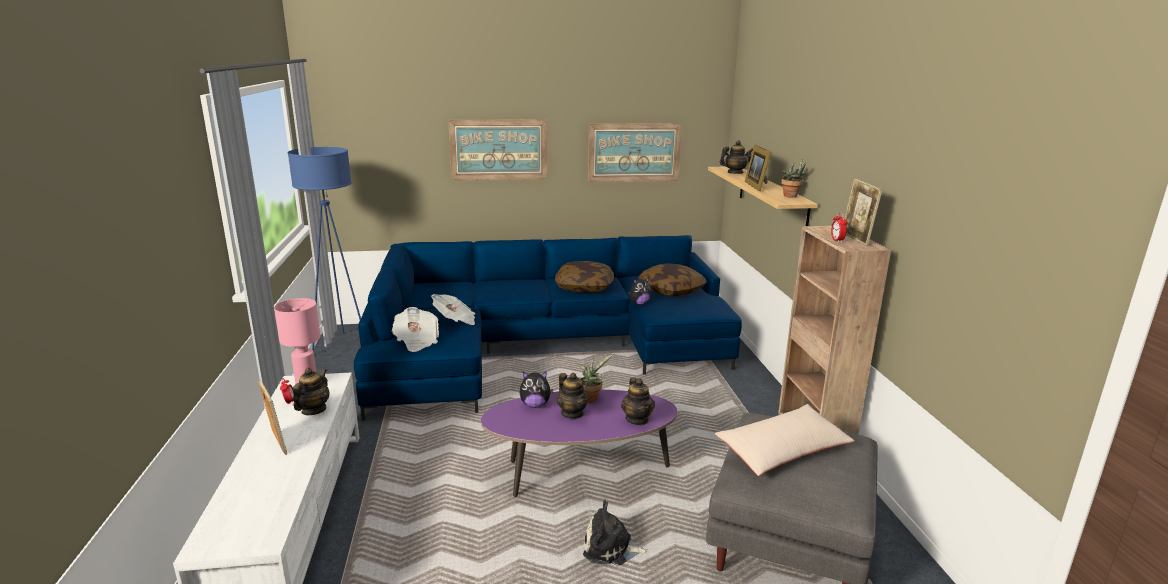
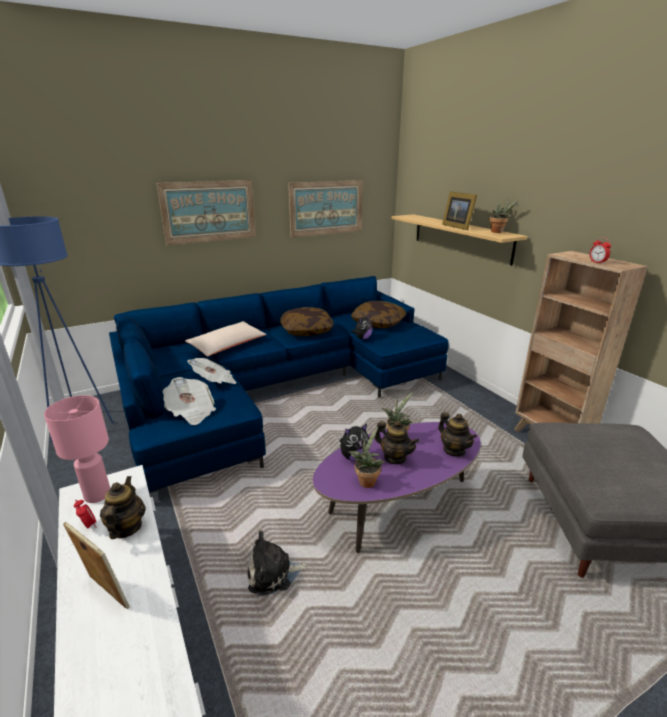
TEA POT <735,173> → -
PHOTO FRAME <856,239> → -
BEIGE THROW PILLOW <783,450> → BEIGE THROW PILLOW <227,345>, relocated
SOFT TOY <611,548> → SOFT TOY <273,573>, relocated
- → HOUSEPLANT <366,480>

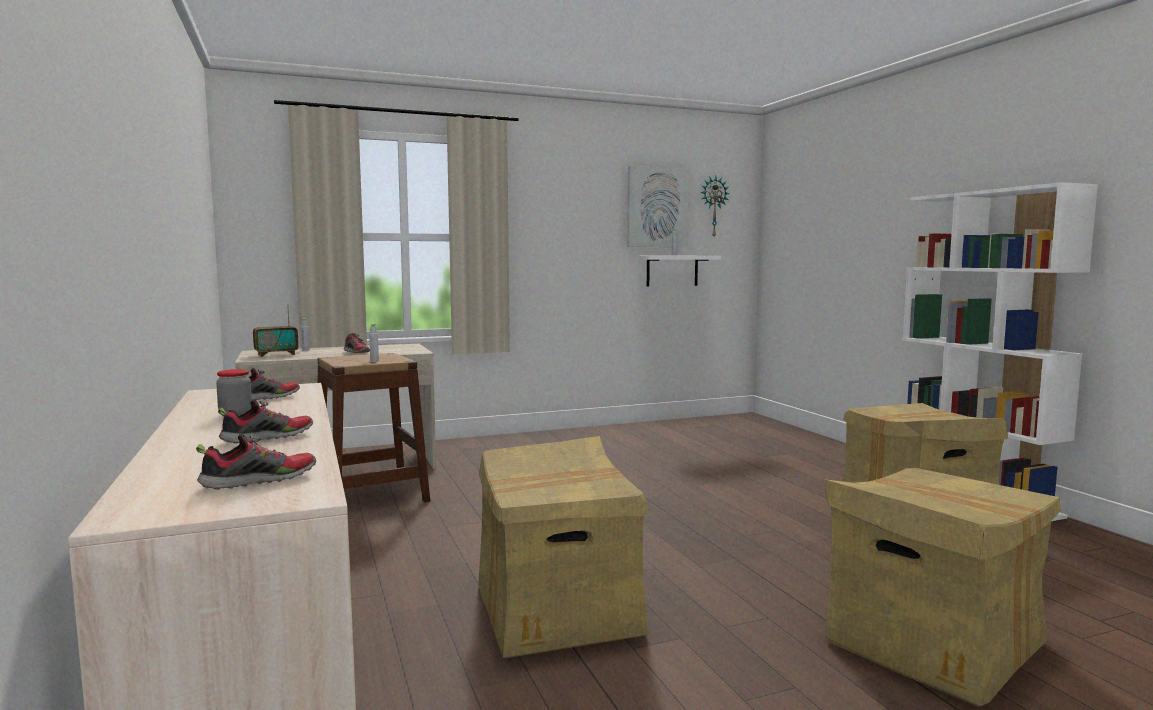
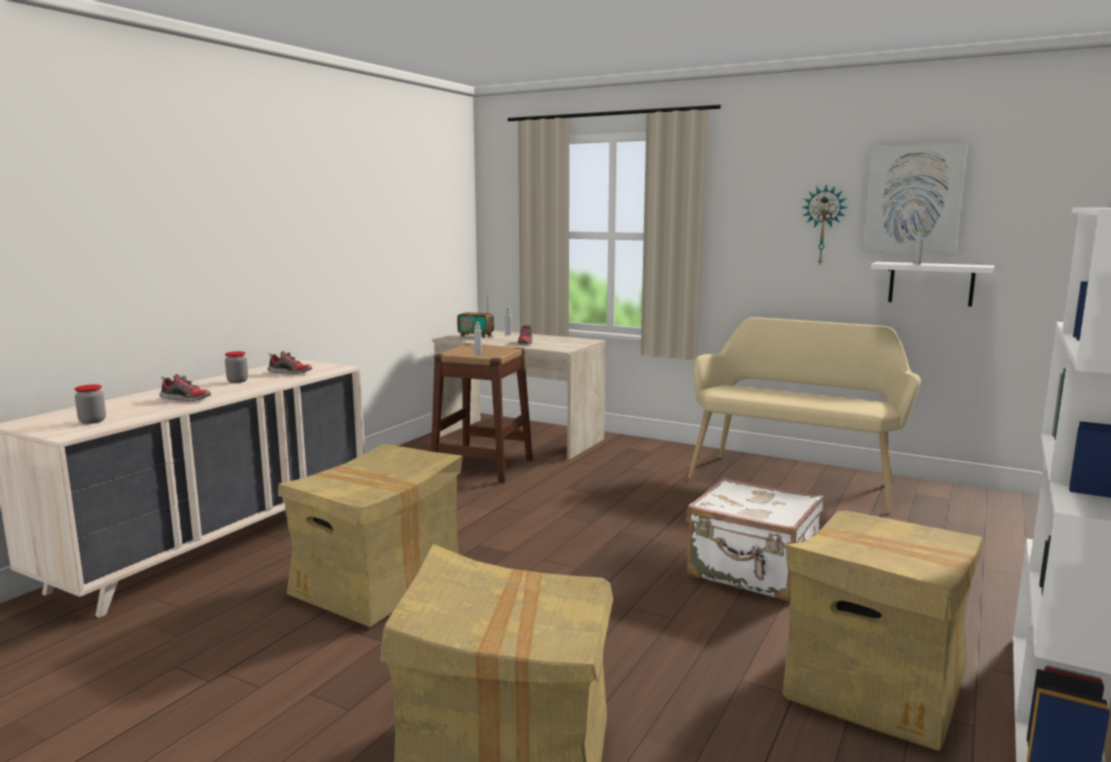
HANGING CLOCK <713,207> → HANGING CLOCK <823,225>, relocated
ITEM OF FOOTWEAR <259,481> → PRESERVE JAR <92,421>
- → BEIGE LONG SEAT <795,479>
- → WHITE-COLOURED TRAVEL CASE <752,573>

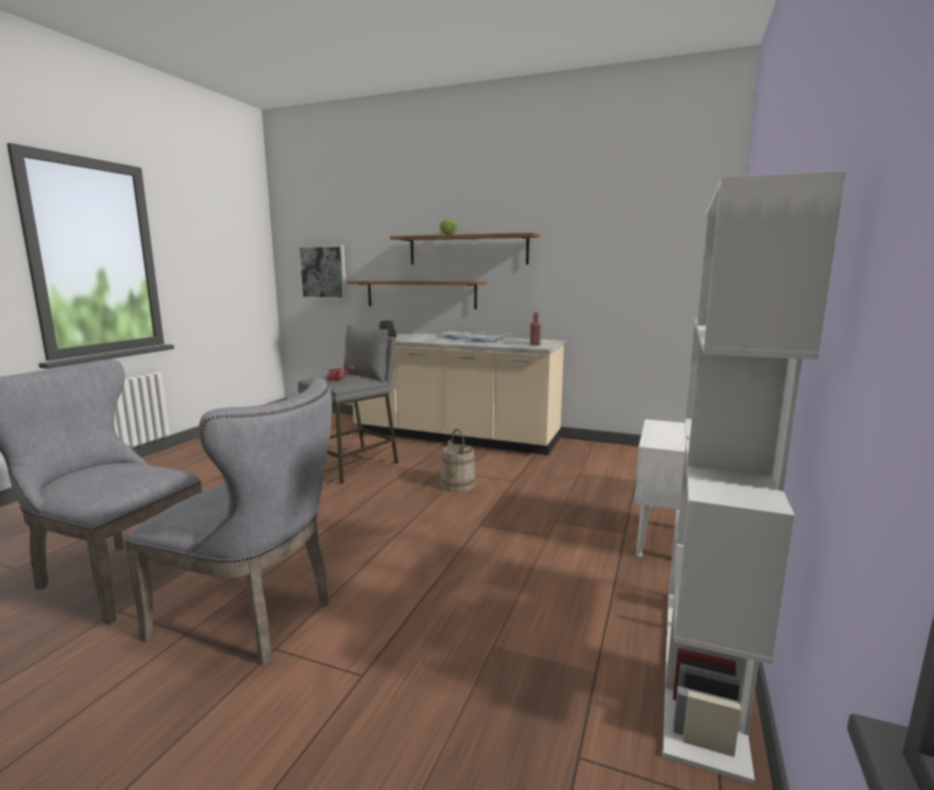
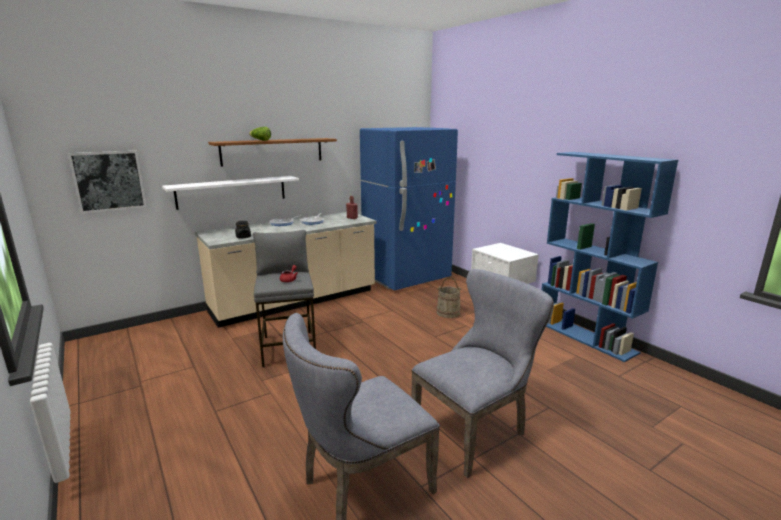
WHITE-COLOURED BOOKCASE <703,670> → BLUE-COLOURED BOOKCASE <586,337>
BROWN SHELF <420,294> → WHITE-COLOURED SHELF <232,192>
BEIGE PAIL <458,484> → BEIGE PAIL <448,312>, relocated
- → BLUE-COLOURED KITCHEN FRIDGE <406,278>

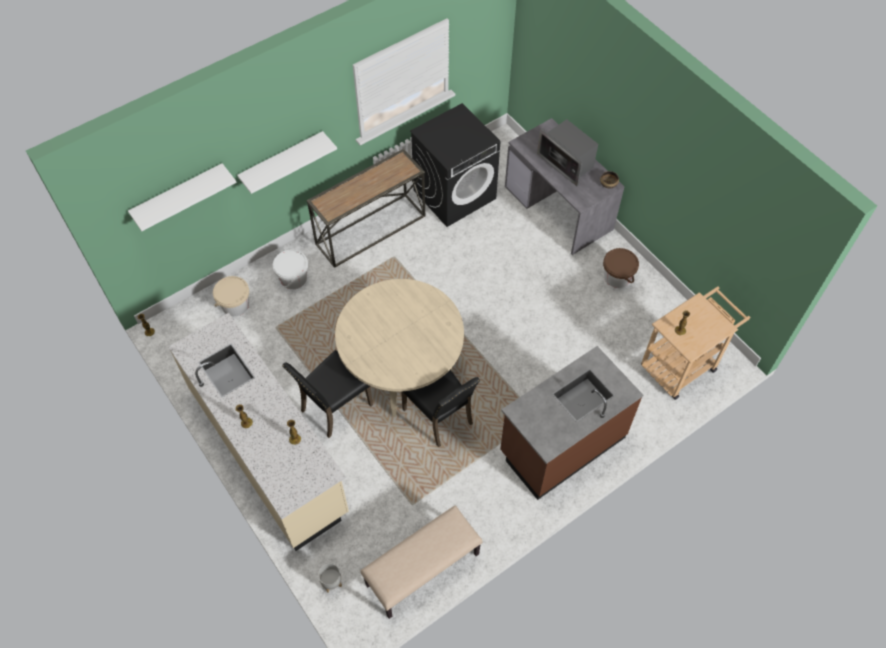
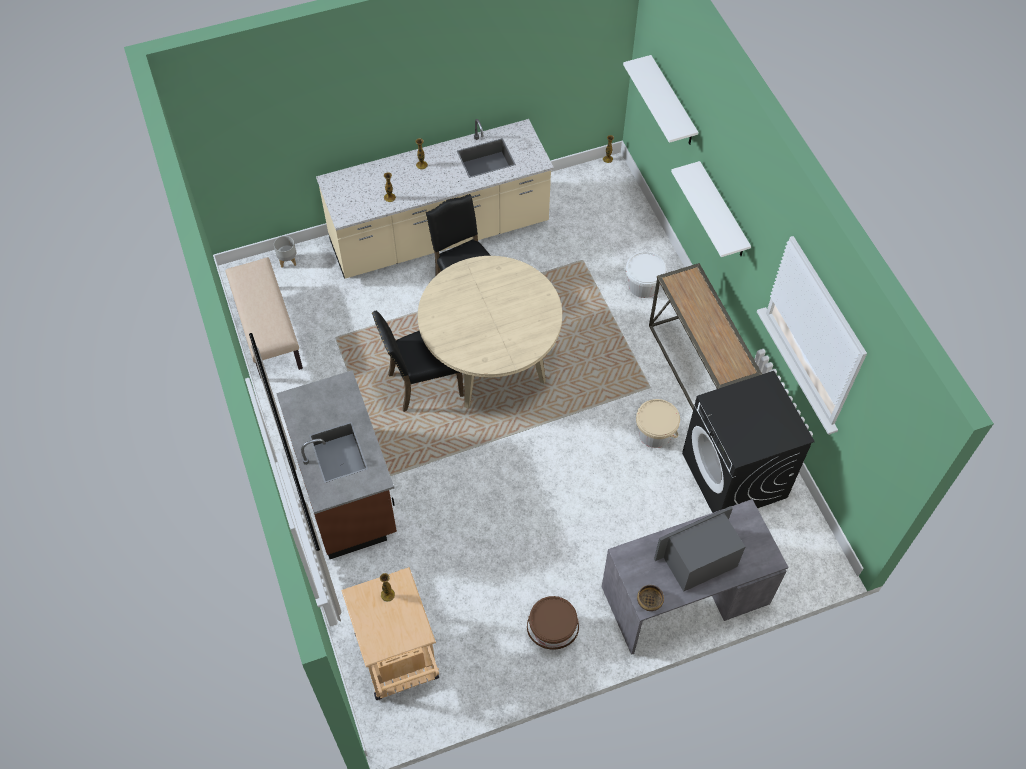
BEIGE PAIL <235,305> → BEIGE PAIL <655,433>, relocated

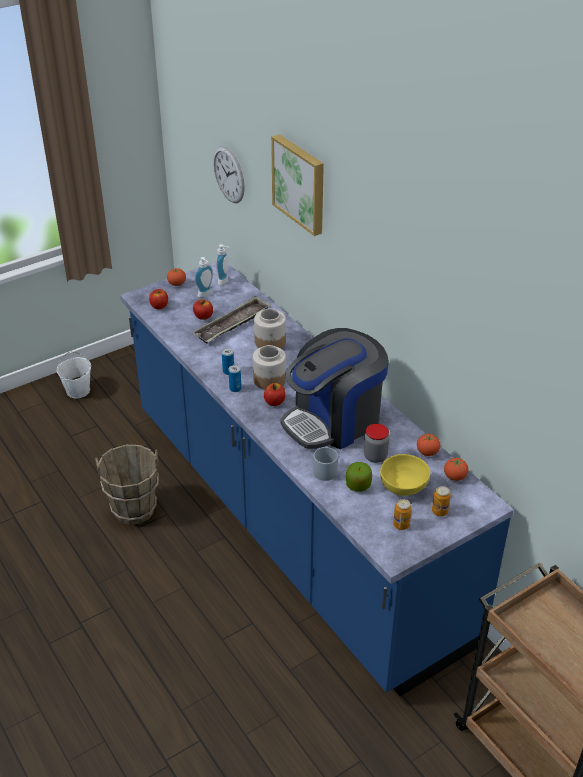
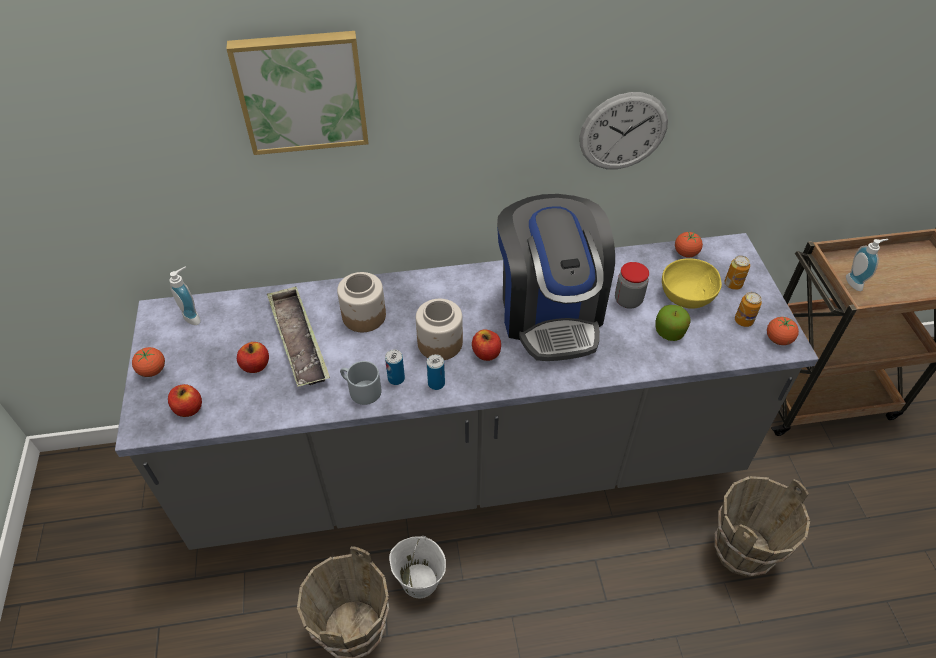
HANGING CLOCK <229,174> → HANGING CLOCK <623,132>, relocated
LIQUID SOAP BOTTLE <206,294> → LIQUID SOAP BOTTLE <856,282>, relocated
BLUE-COLOURED KITCHEN COUNTER <291,521> → GREY KITCHEN COUNTER <468,463>
WHITE-COLOURED PAIL <78,390> → WHITE-COLOURED PAIL <419,580>, relocated
WHOLE TOMATO <427,452> → WHOLE TOMATO <778,339>, relocated
GREY MUG <324,469> → GREY MUG <360,390>, relocated
- → BROWN PAIL <741,550>

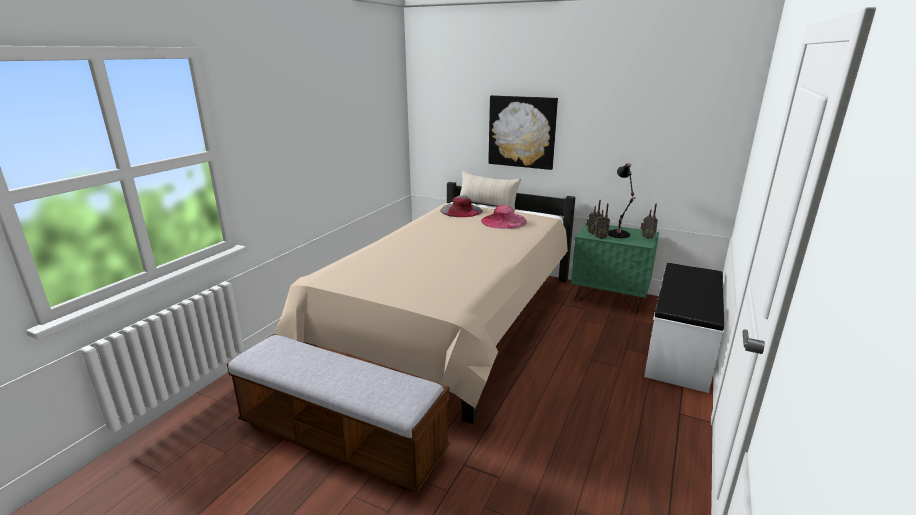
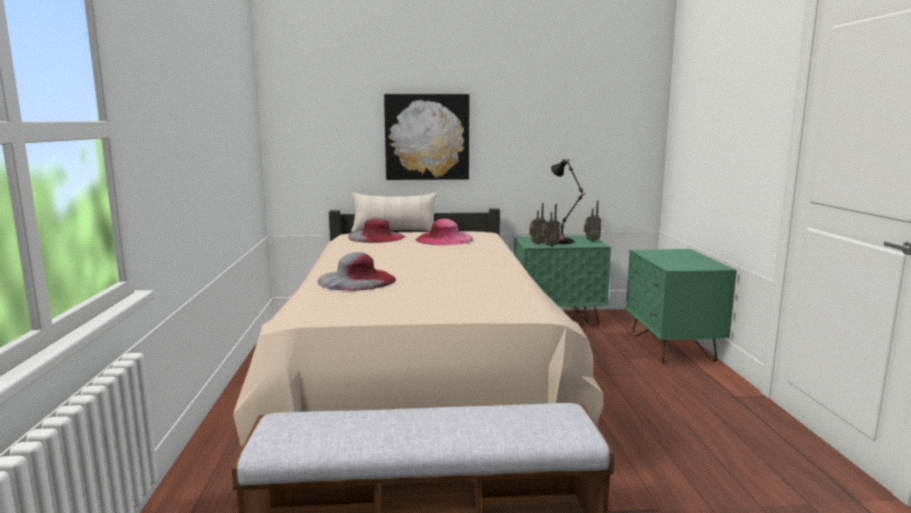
WHITE-COLOURED LONG SEAT <681,351> → GREEN BEDSIDE TABLE <672,348>
- → GREY CLOTHING HAT <356,280>

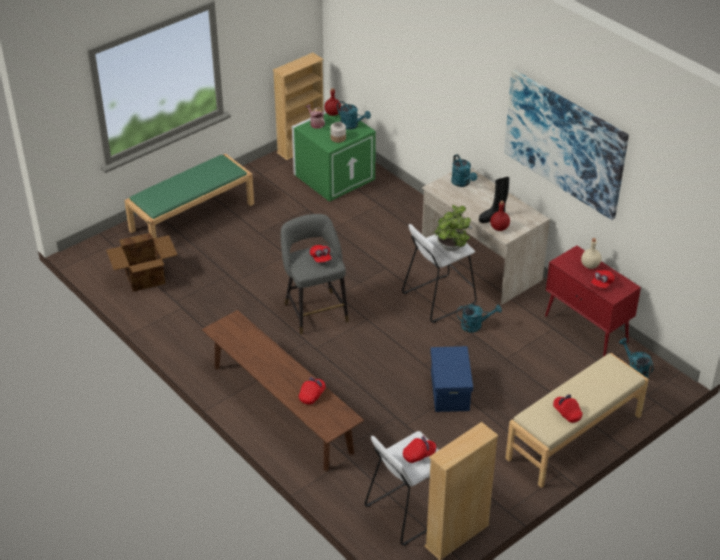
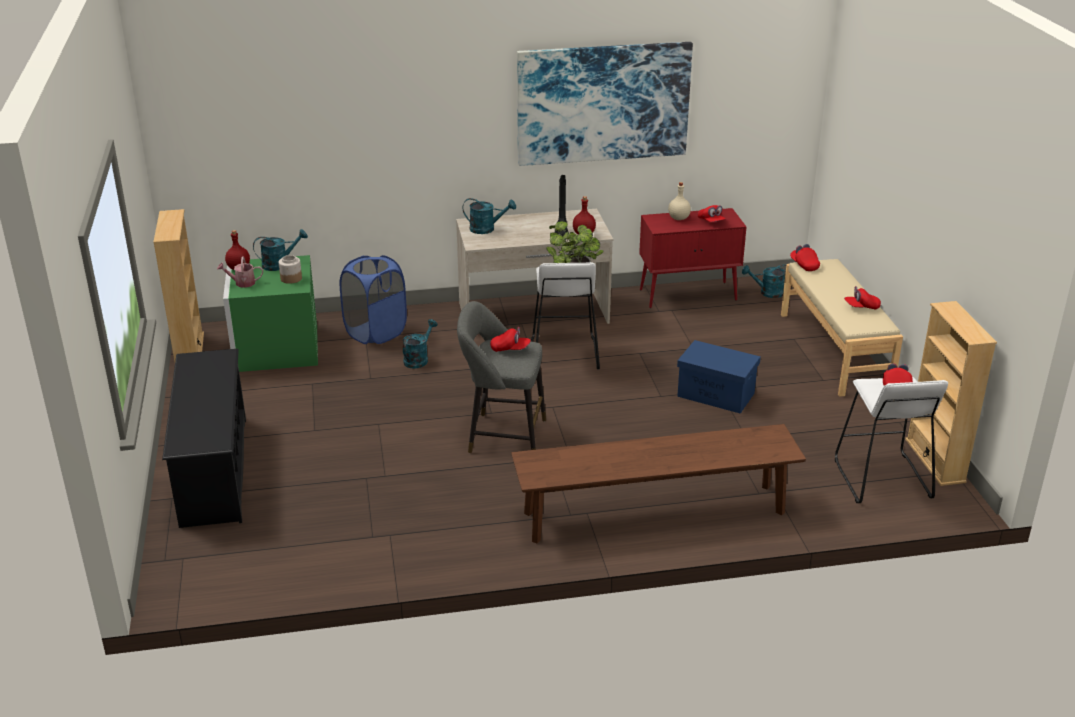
GREEN LONG SEAT <192,216> → BLACK-COLOURED SHOE STAND <214,470>
CARDBOARD BOX <145,277> → -
TURQUOISE-COLOURED WATERING POT <475,325> → TURQUOISE-COLOURED WATERING POT <418,359>, relocated
REDDISH PEAKED CAP <312,395> → REDDISH PEAKED CAP <804,265>, relocated
- → BLUE-COLOURED LAUNDRY BASKET <376,332>

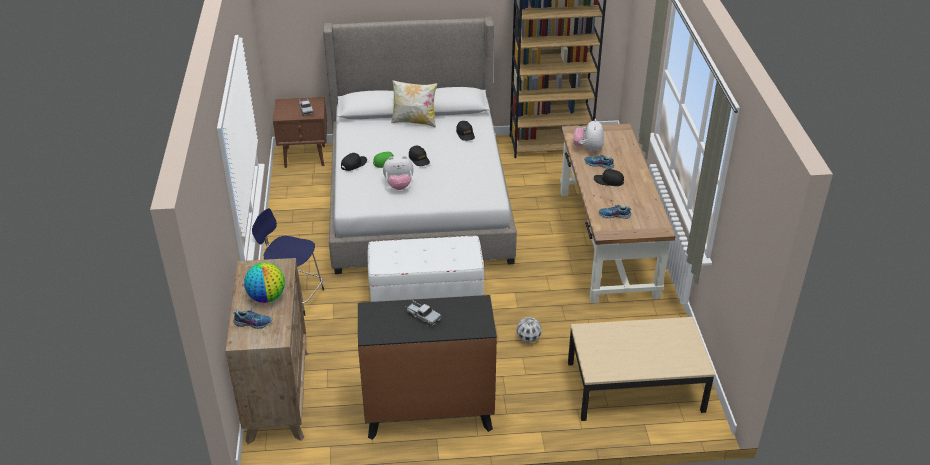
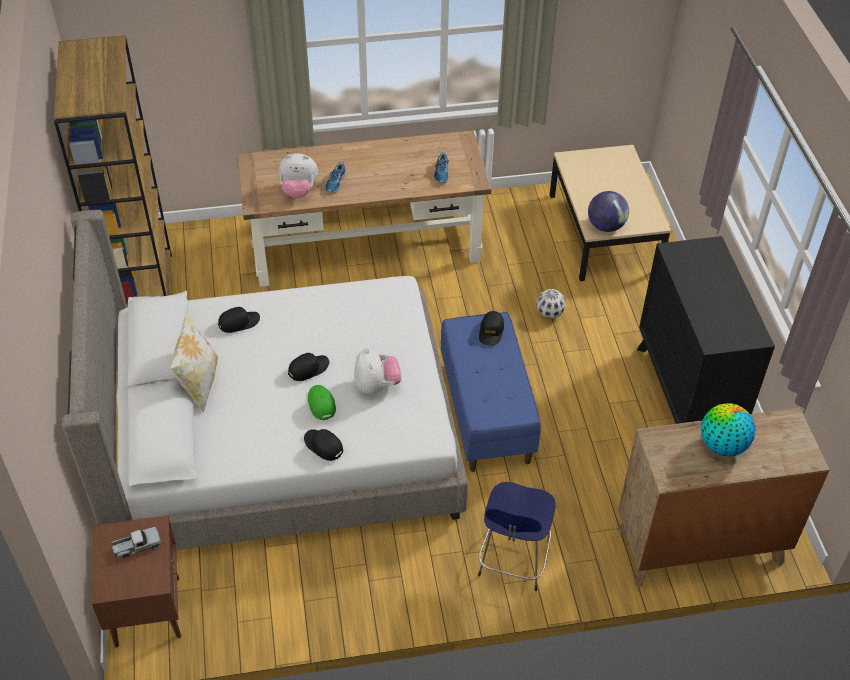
BLACK-COLOURED PEAKED CAP <608,181> → BLACK-COLOURED PEAKED CAP <491,331>, relocated
WHITE-COLOURED LONG SEAT <426,294> → BLUE-COLOURED LONG SEAT <485,412>
TOY LORRY <422,317> → -
ITEM OF FOOTWEAR <253,323> → -
- → WORLD GLOBE <606,226>

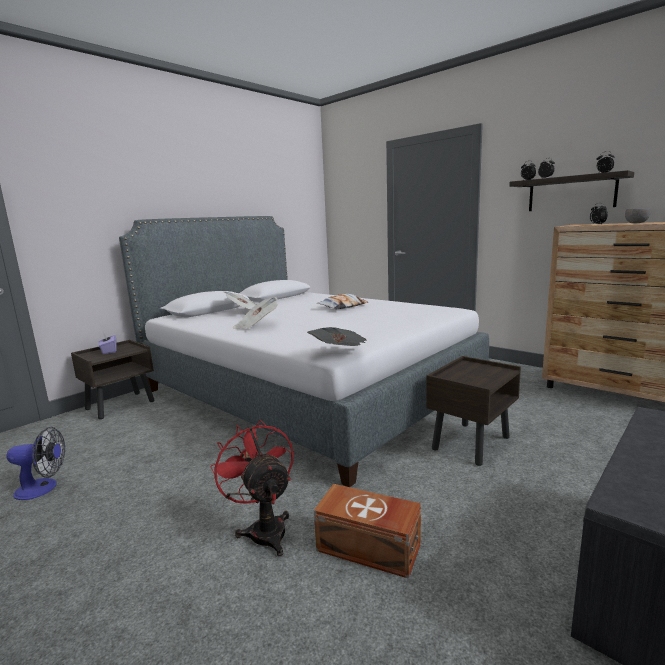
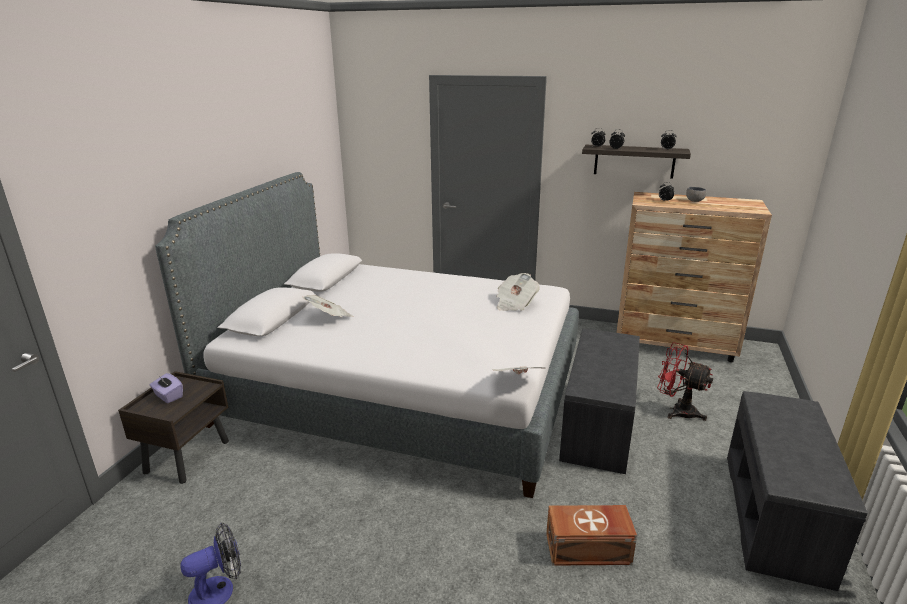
THROW PILLOW <343,306> → -
PRINTED PAPER <256,326> → PRINTED PAPER <515,303>, relocated
BROWN BEDSIDE TABLE <471,443> → GREY LONG SEAT <597,425>
REDDISH FAN <264,529> → REDDISH FAN <677,410>, relocated

